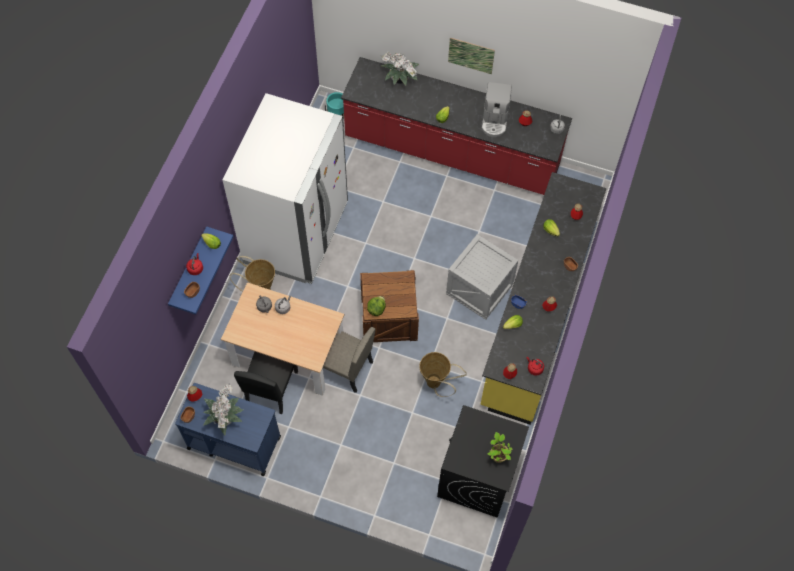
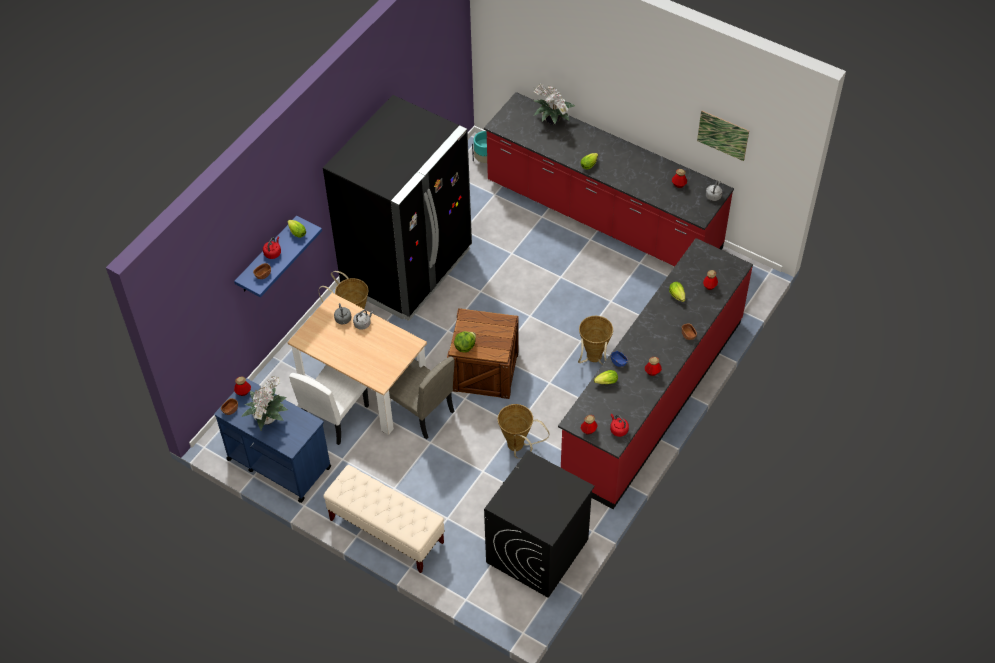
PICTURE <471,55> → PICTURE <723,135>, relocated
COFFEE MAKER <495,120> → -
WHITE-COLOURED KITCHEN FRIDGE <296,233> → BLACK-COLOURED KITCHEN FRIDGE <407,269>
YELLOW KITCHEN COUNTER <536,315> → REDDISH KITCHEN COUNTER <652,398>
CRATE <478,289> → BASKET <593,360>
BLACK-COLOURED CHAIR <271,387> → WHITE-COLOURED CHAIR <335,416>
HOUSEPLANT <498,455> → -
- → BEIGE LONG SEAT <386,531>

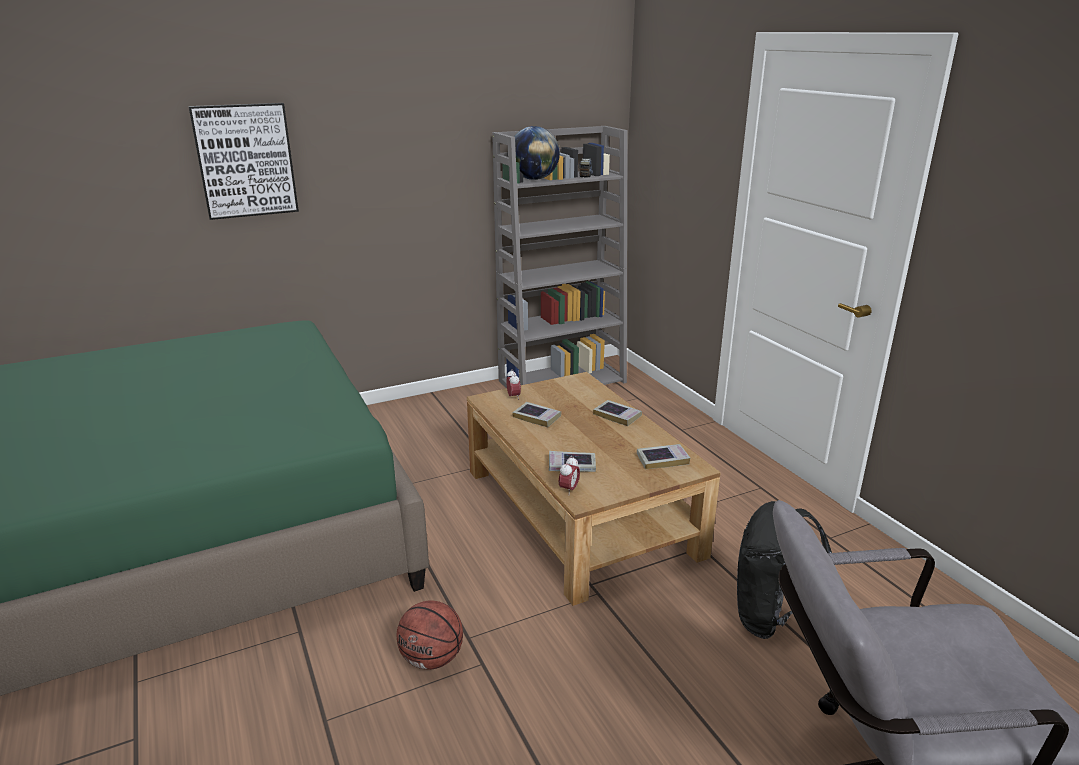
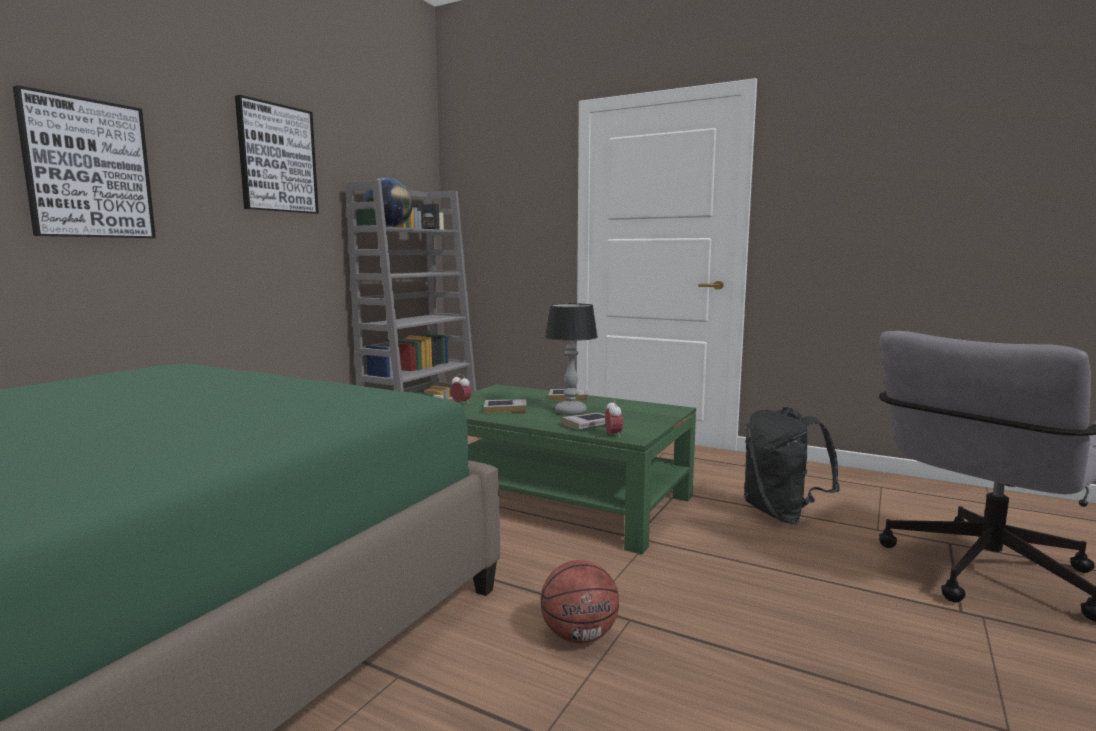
BROWN LOW TABLE <579,510> → GREEN LOW TABLE <555,498>
BOOK <662,460> → -
- → PICTURE <277,158>
- → TABLE LAMP <570,412>

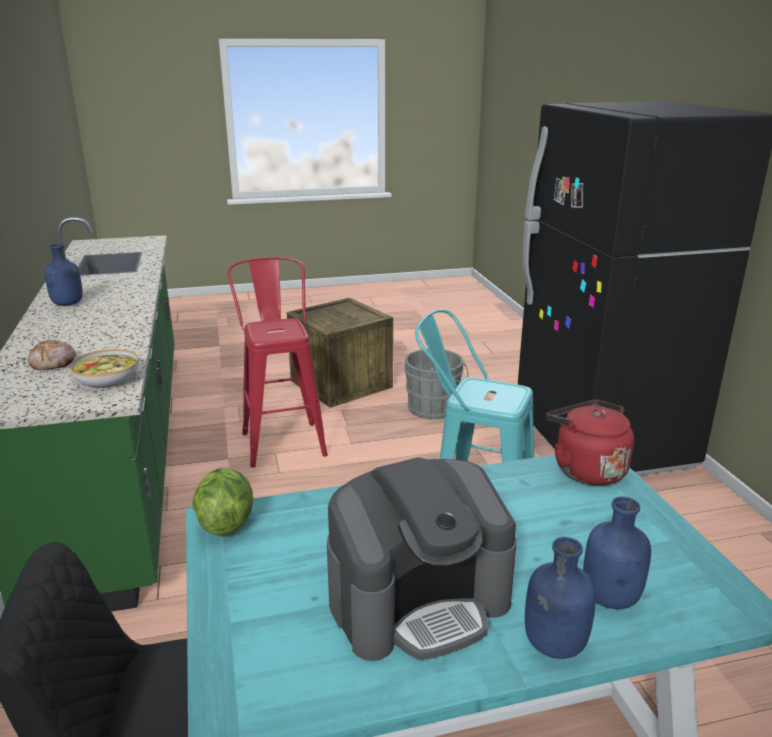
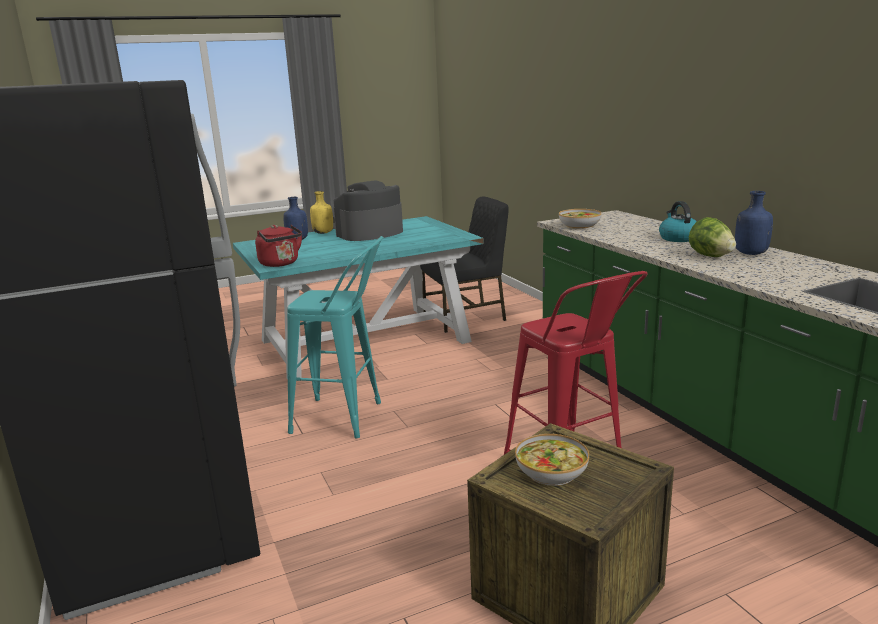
BAKERY BREAD <54,363> → -
GREY PAIL <436,408> → -
HEAD OF LETTUCE <225,522> → HEAD OF LETTUCE <710,256>, relocated
BLUE-COLOURED BOTTLE <553,644> → YELLOW BOTTLE <323,233>
- → WATER KETTLE <678,238>
- → BOWL <551,472>

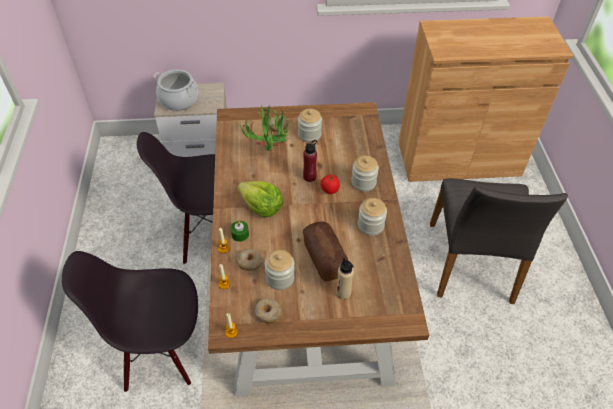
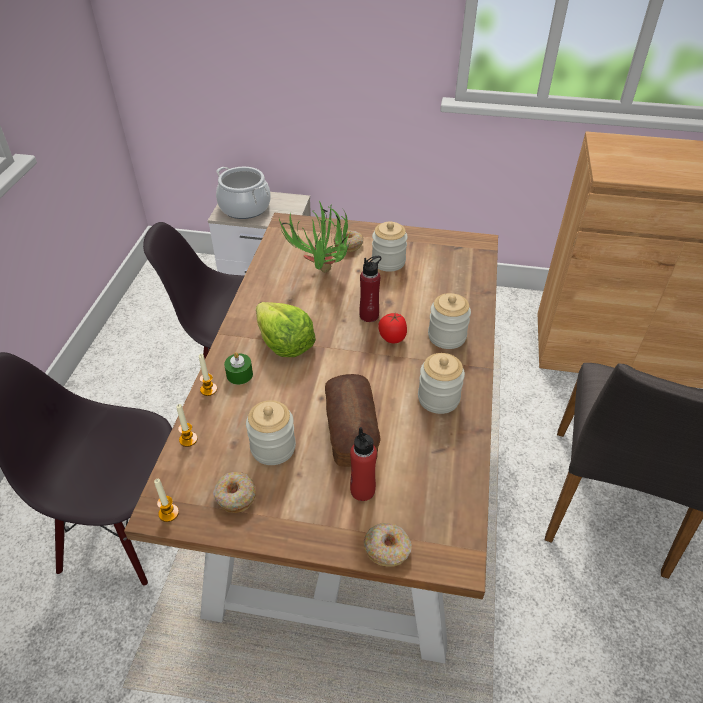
RING DOUGHNUT <249,262> → RING DOUGHNUT <387,549>, relocated
BEIGE BOTTLE <343,293> → REDDISH BOTTLE <362,490>

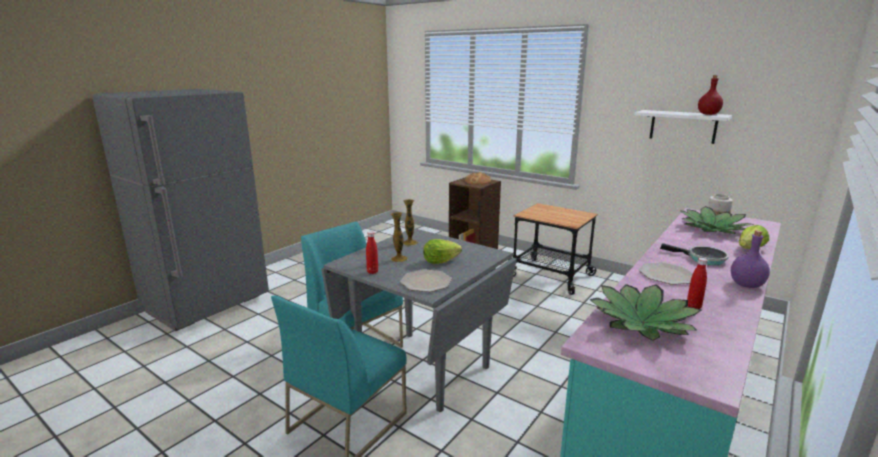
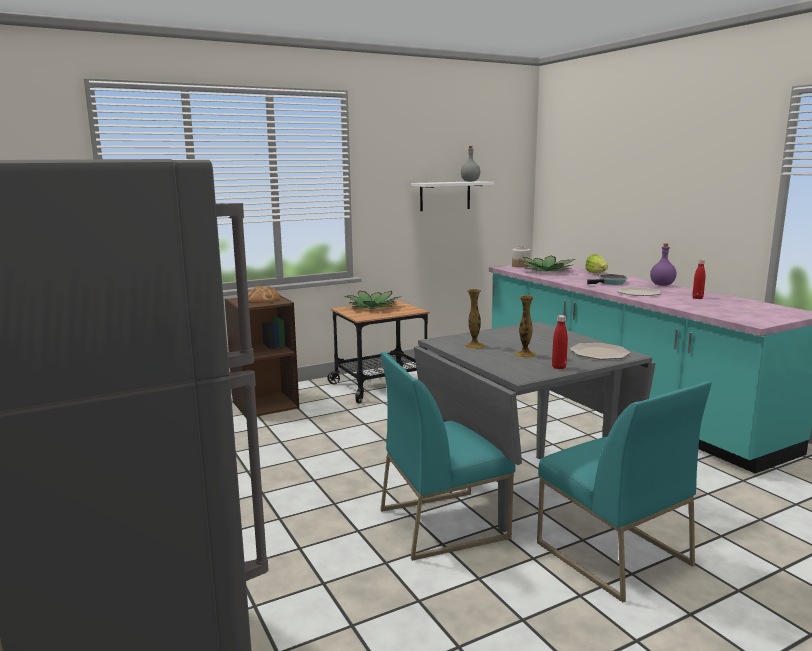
REDDISH BOTTLE <708,114> → GREY BOTTLE <470,181>
HEAD OF LETTUCE <440,261> → -
HOUSEPLANT <642,322> → HOUSEPLANT <372,307>, relocated

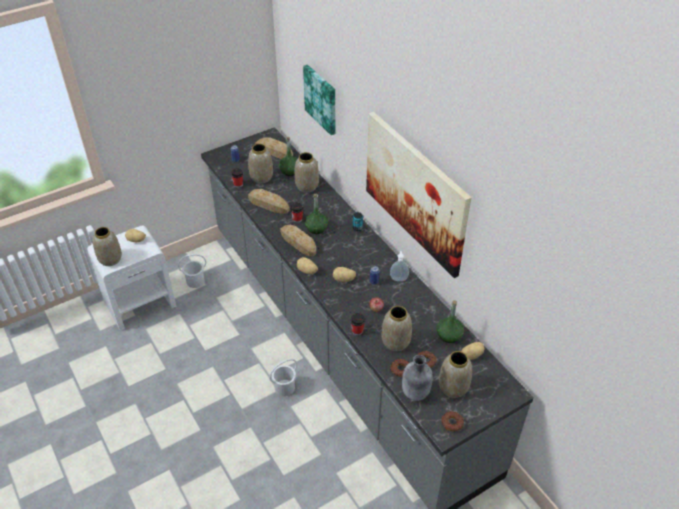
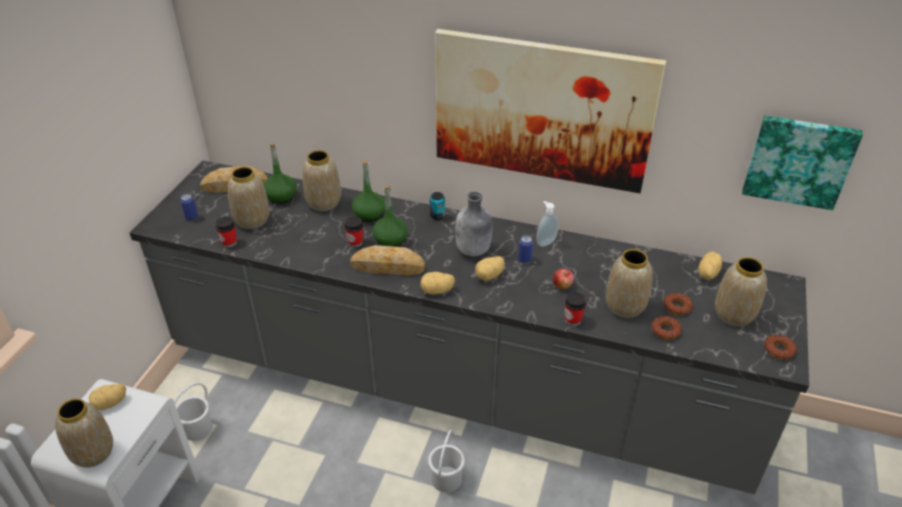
PICTURE <321,99> → PICTURE <799,161>, relocated
BAKERY BREAD <268,204> → -
GREEN BOTTLE <449,335> → GREEN BOTTLE <369,214>, relocated
GREY BOTTLE <415,393> → GREY BOTTLE <473,251>, relocated

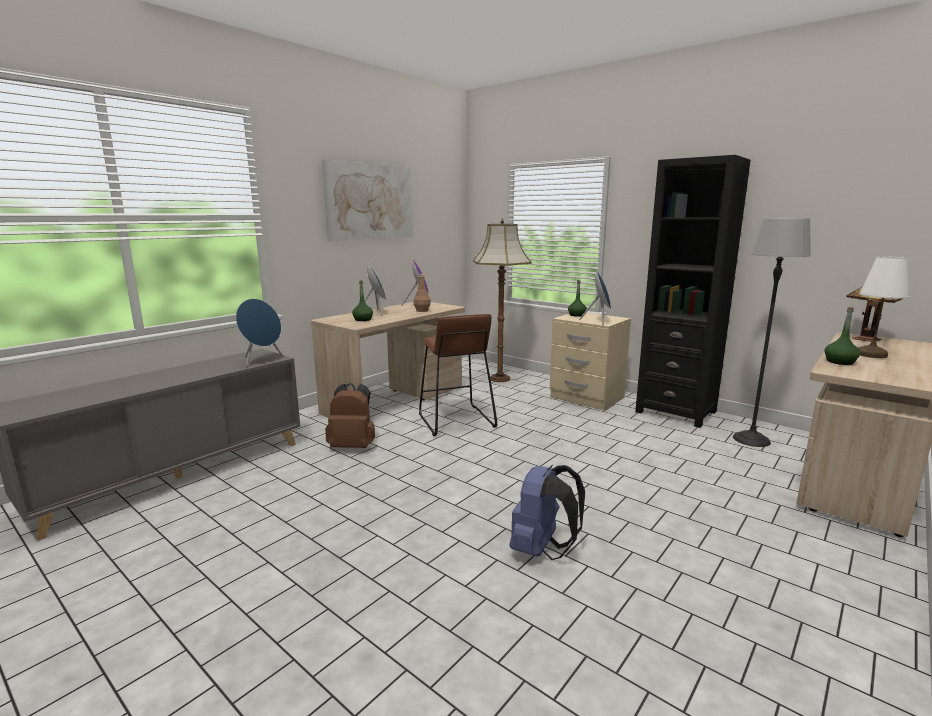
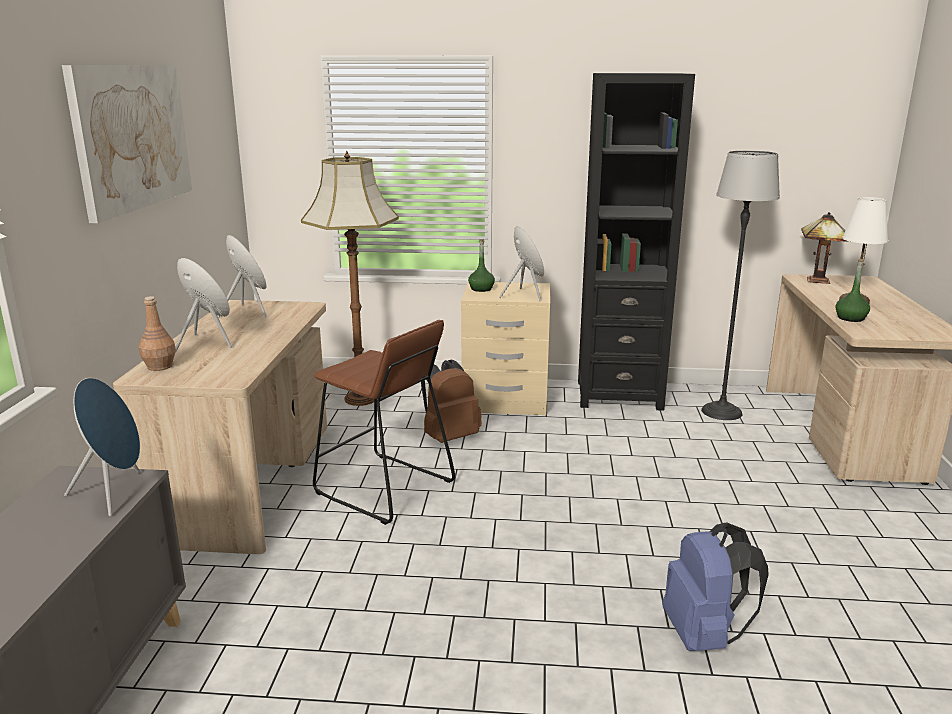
BROWN BOTTLE <422,311> → BROWN BOTTLE <159,366>, relocated
GREEN BOTTLE <363,319> → -
BROWN RUCKSACK <353,446> → BROWN RUCKSACK <449,437>, relocated

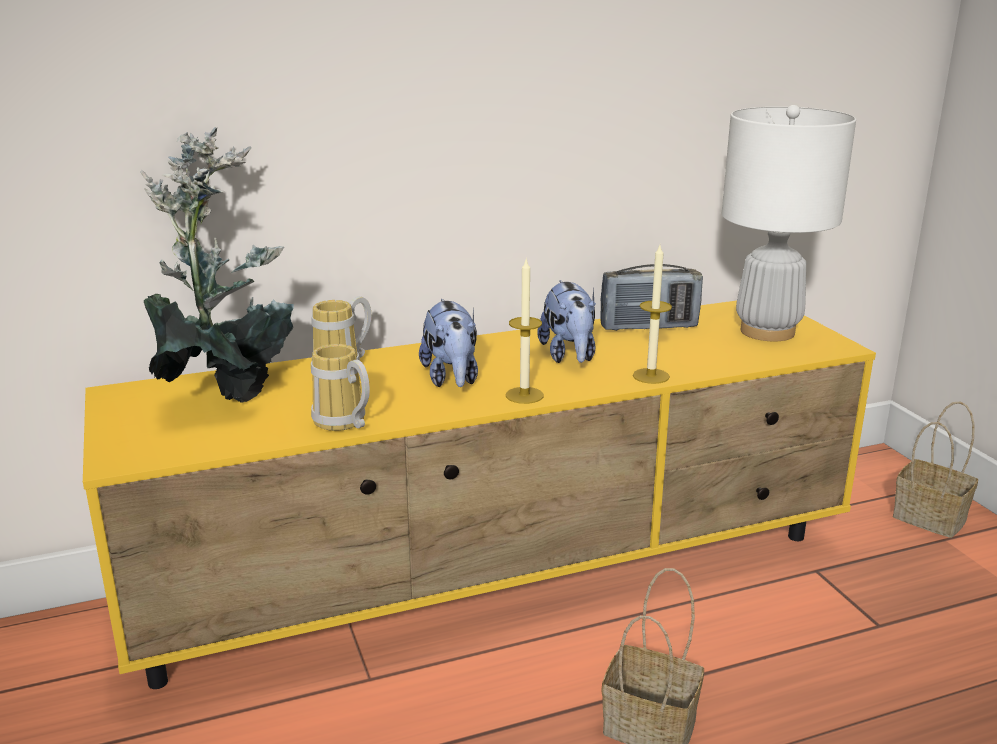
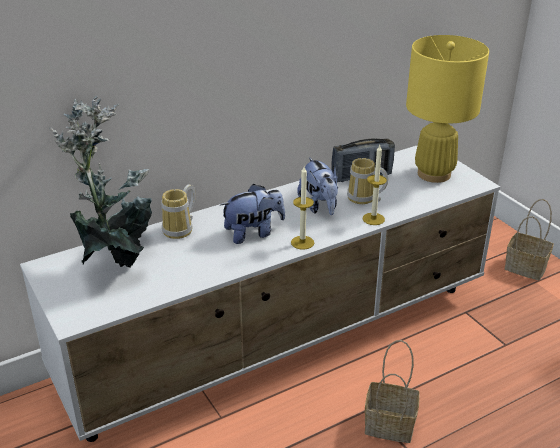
WHITE-COLOURED TABLE LAMP <767,331> → YELLOW TABLE LAMP <434,174>
SOFT TOY <451,379> → SOFT TOY <253,233>, 90 degrees counterclockwise
YELLOW TV UNIT <502,579> → WHITE-COLOURED TV UNIT <282,340>
MUG <341,424> → MUG <364,200>, relocated

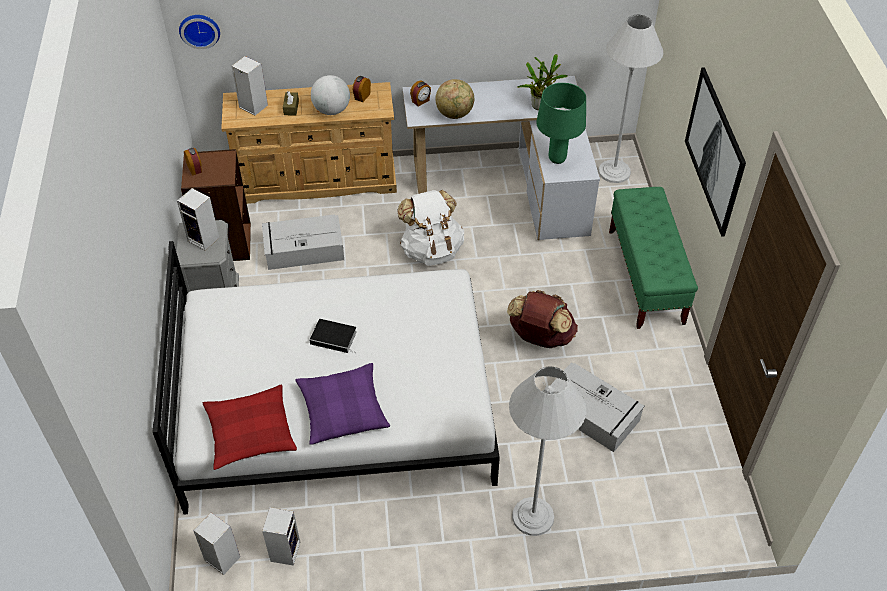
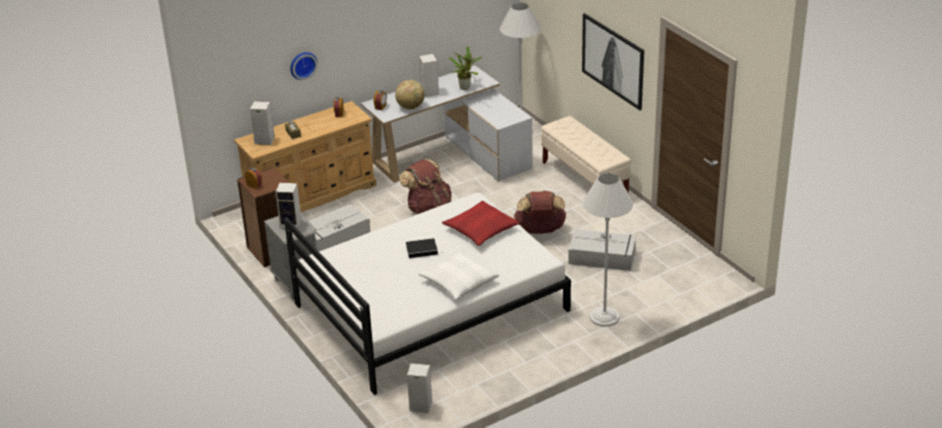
HANGING CLOCK <199,29> → HANGING CLOCK <302,65>, relocated
WORLD GLOBE <331,110> → -
GREEN TABLE LAMP <557,159> → -
GREEN LONG SEAT <645,277> → BEIGE LONG SEAT <584,179>
WHITE-COLOURED RUCKSACK <431,250> → BROWN RUCKSACK <428,208>
PURPLE THROW PILLOW <343,409> → WHITE-COLOURED THROW PILLOW <459,281>
REDDISH THROW PILLOW <250,433> → REDDISH THROW PILLOW <480,230>, relocated
SPEAKER <285,550> → SPEAKER <429,92>, relocated

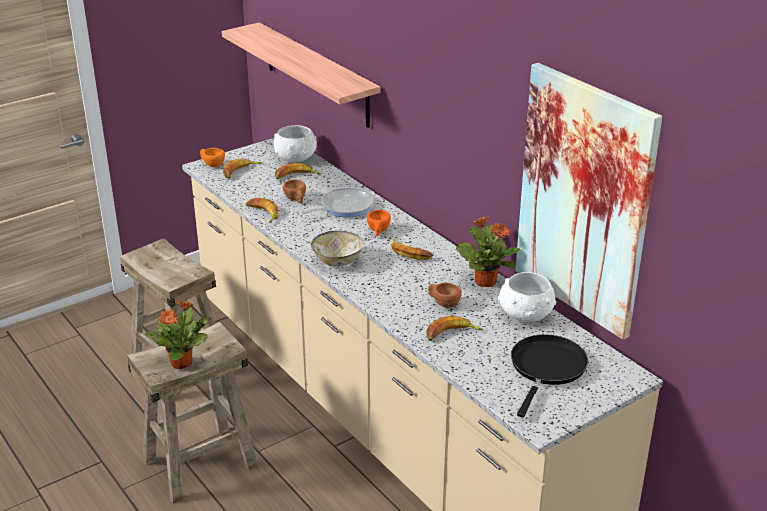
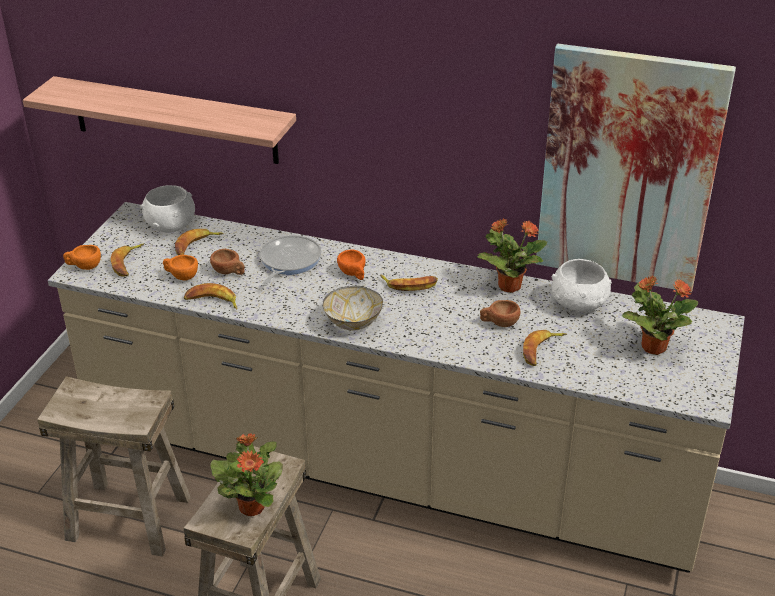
BLACK-COLOURED FRYING PAN <546,368> → HOUSEPLANT <652,347>
- → ORANGEY DRINKING CUP <181,276>

